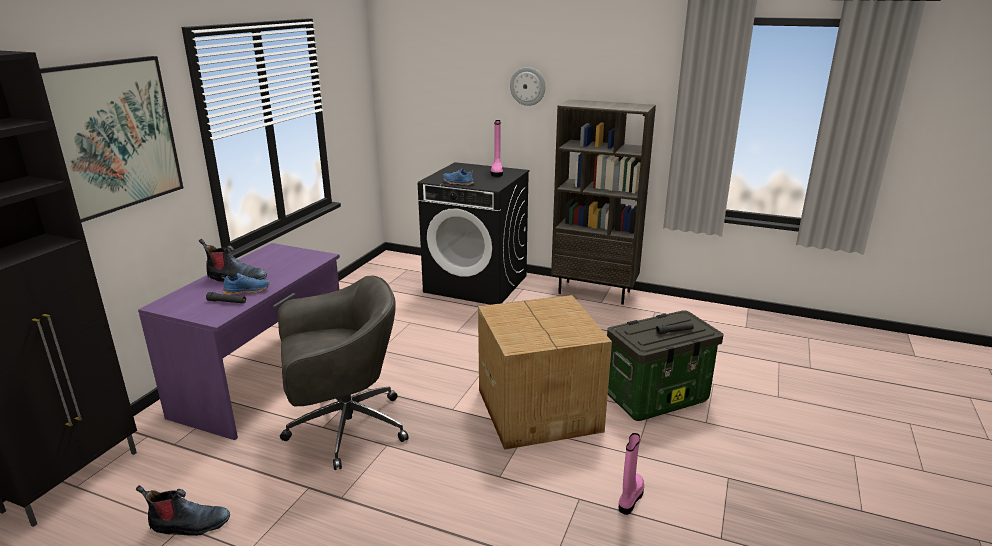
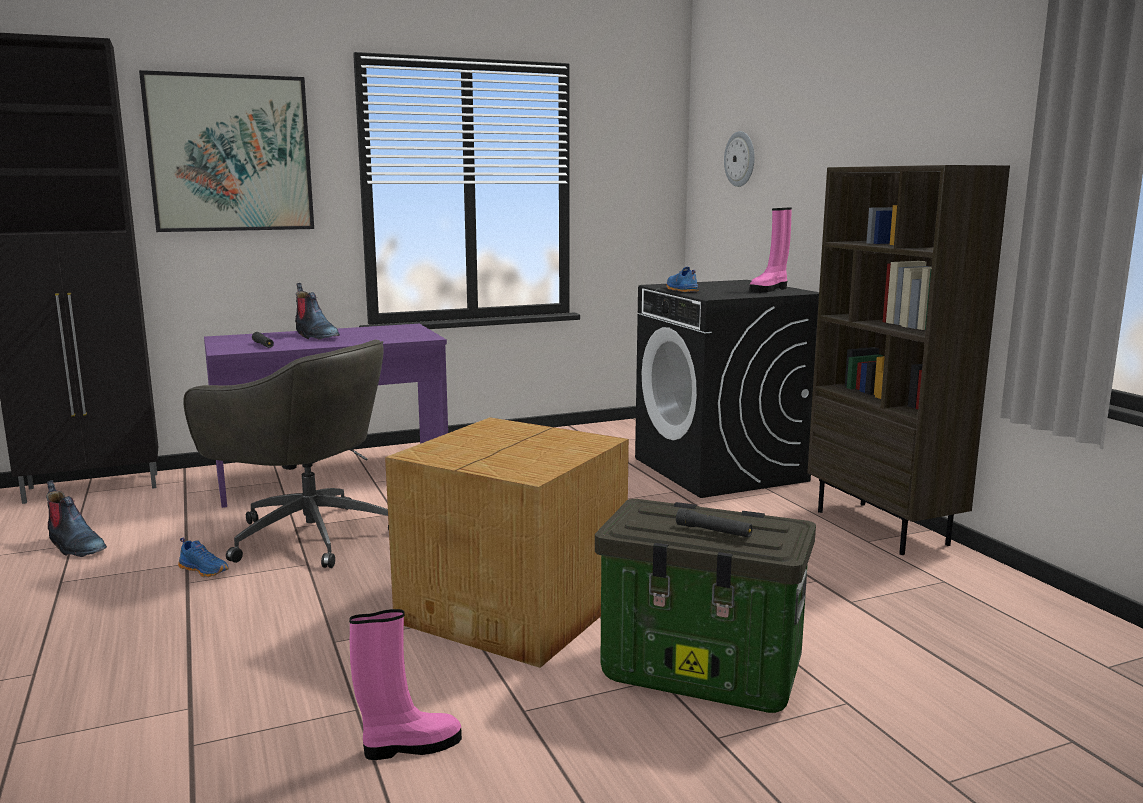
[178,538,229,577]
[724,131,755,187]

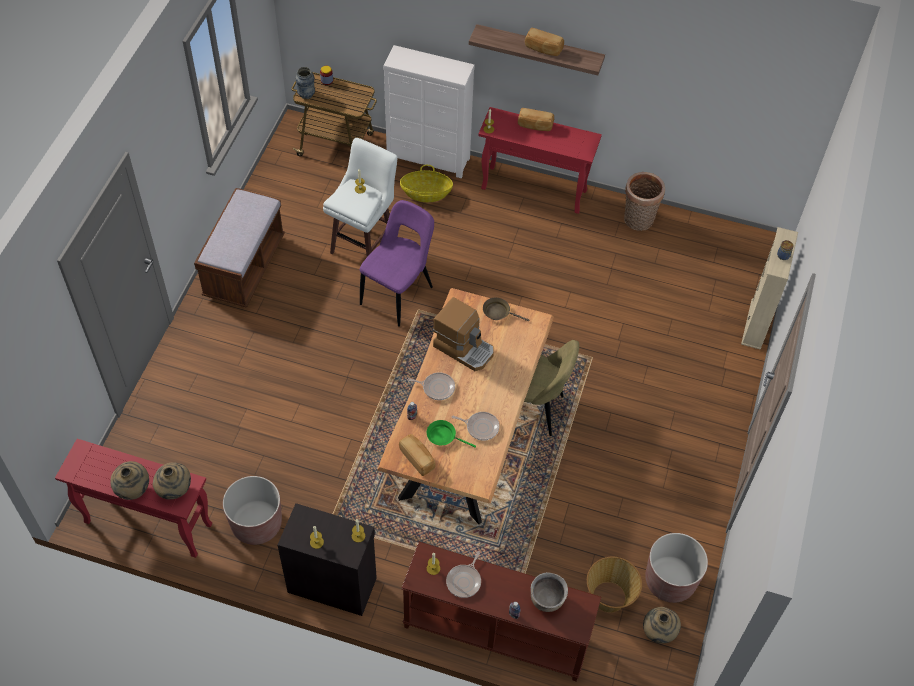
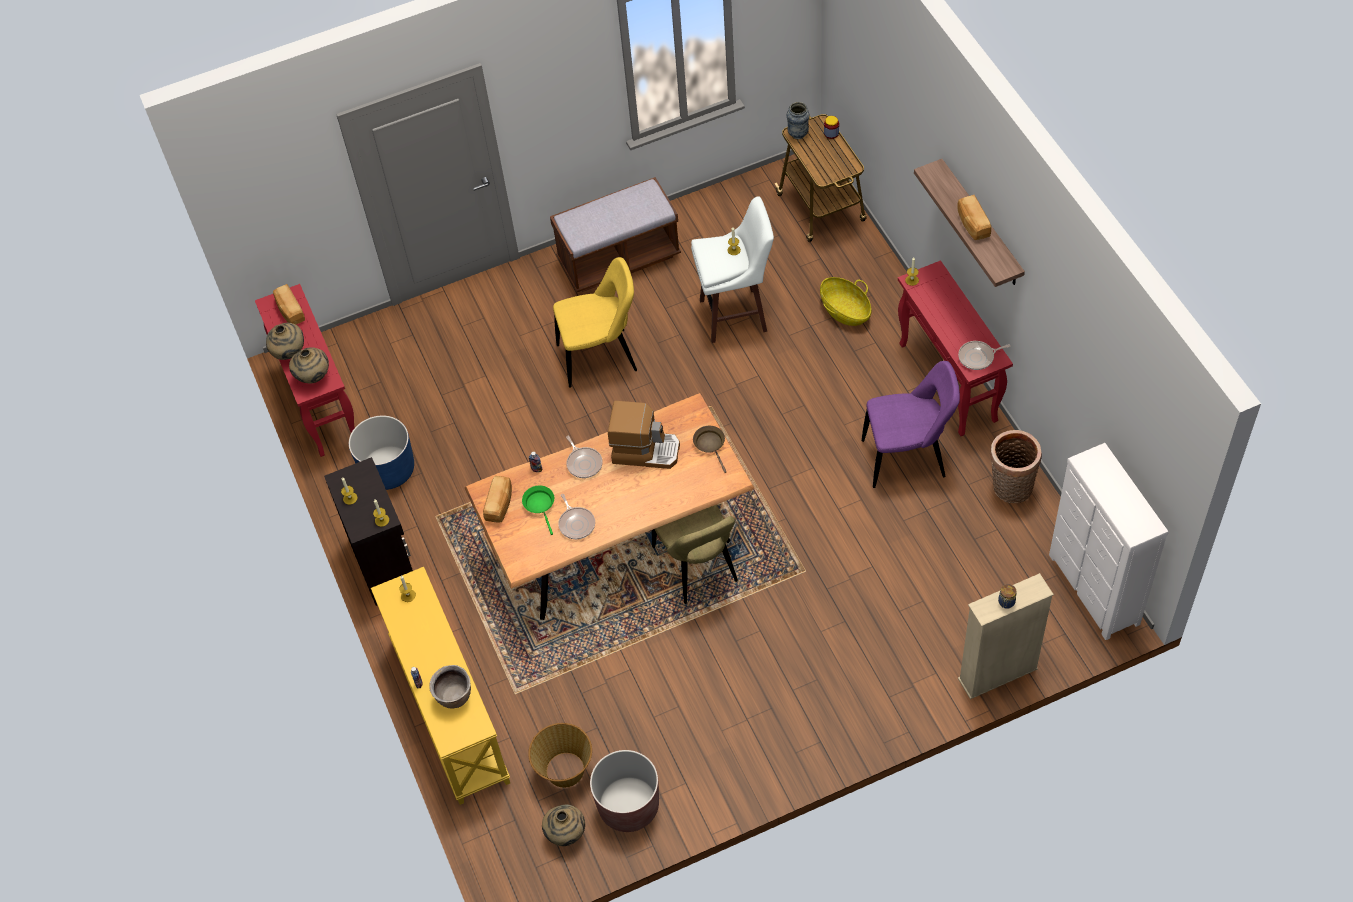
[273,284,305,325]
[349,415,414,490]
[371,567,510,805]
[553,257,637,388]
[608,401,680,469]
[862,361,960,488]
[958,341,1010,370]
[1049,443,1169,640]

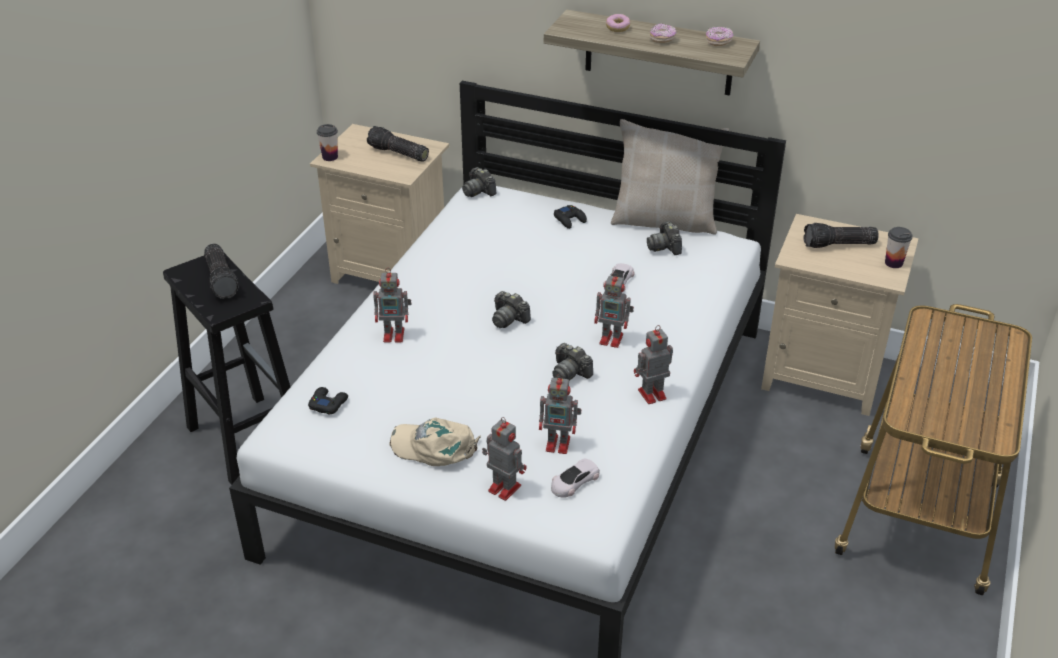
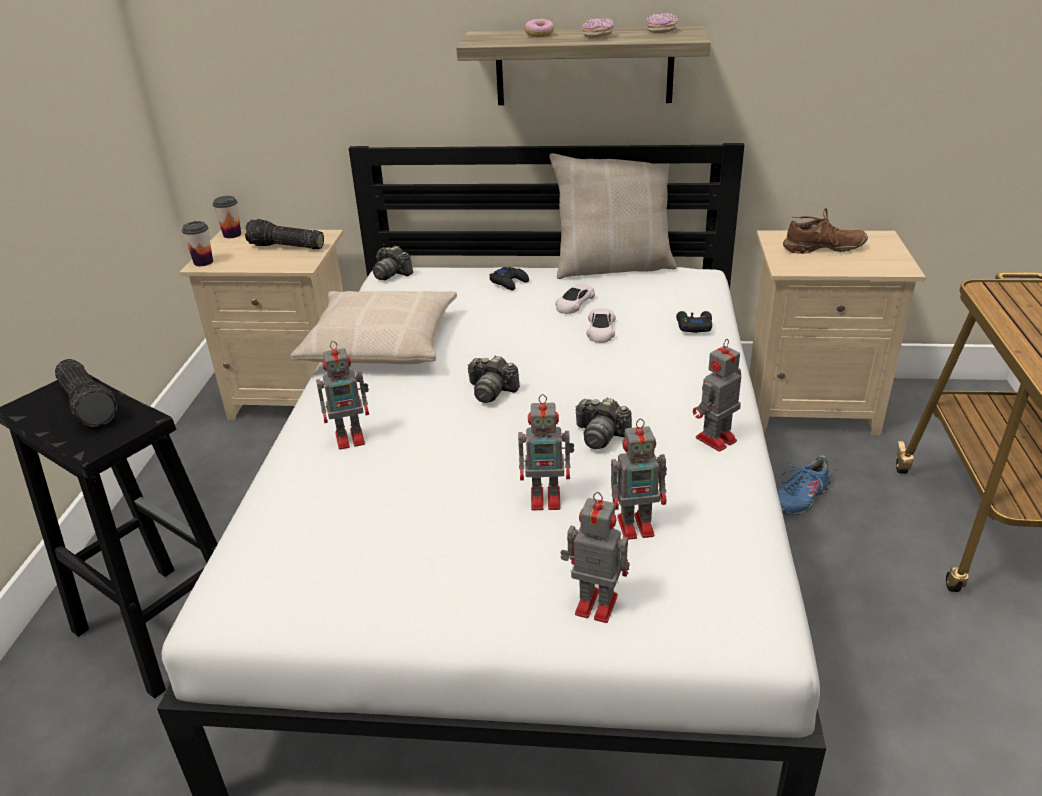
[213,196,241,238]
[291,291,457,364]
[518,394,574,510]
[555,284,595,314]
[676,311,712,333]
[777,455,834,515]
[783,208,868,254]
[389,418,481,466] (first image)
[647,221,682,255] (first image)

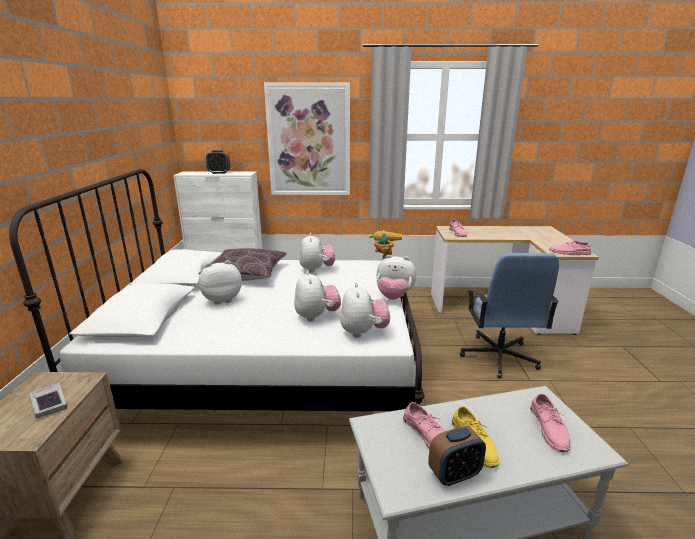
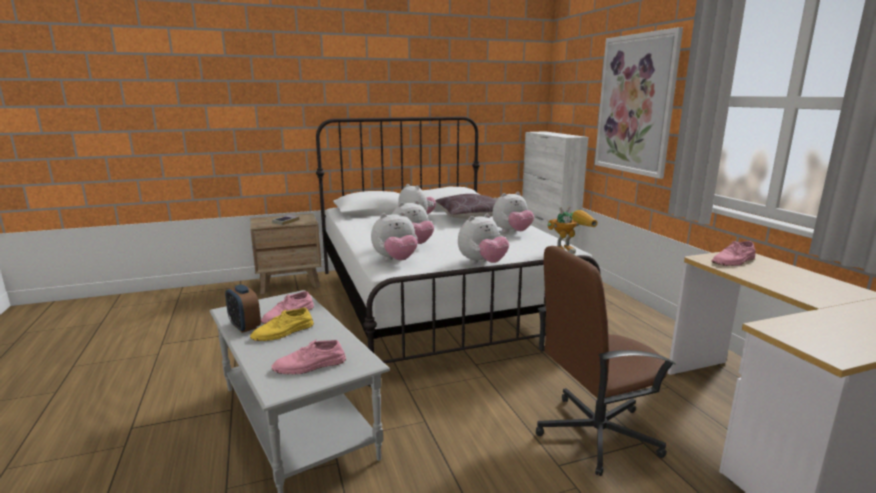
[458,214,509,264]
[536,246,676,476]
[206,150,230,174] (first image)
[549,240,591,255] (first image)

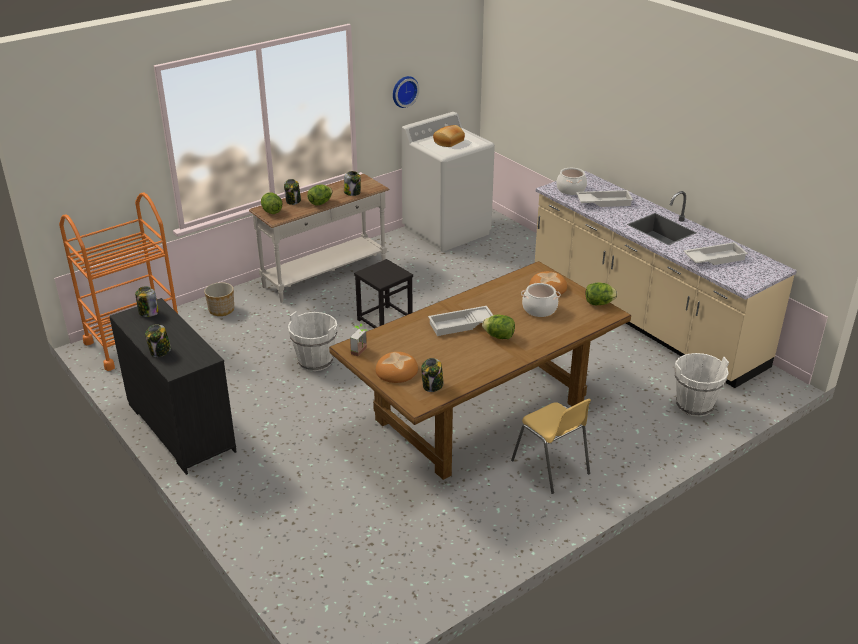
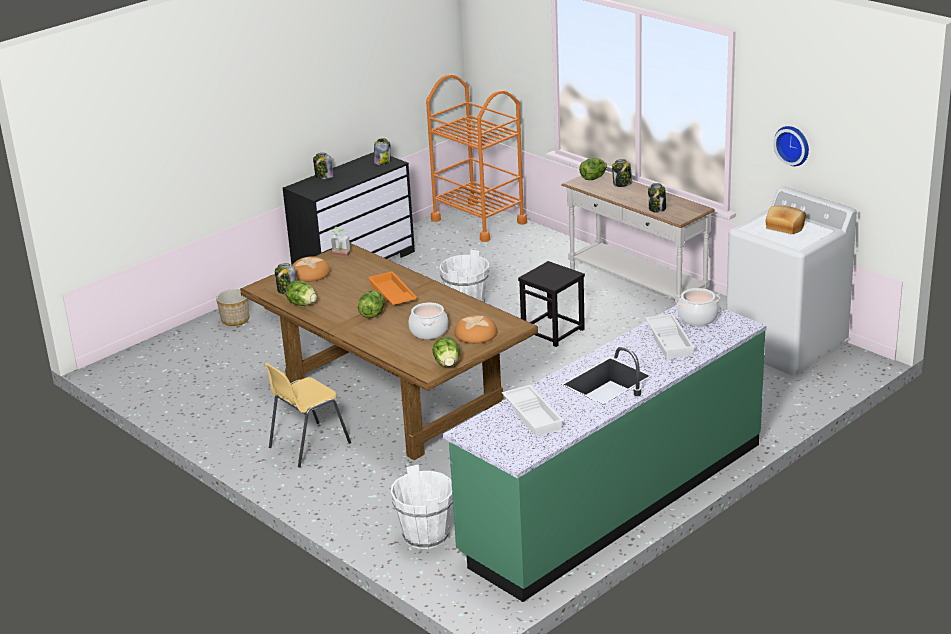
[216,289,250,326]
[286,280,317,306]
[368,271,417,305]
[443,304,767,602]

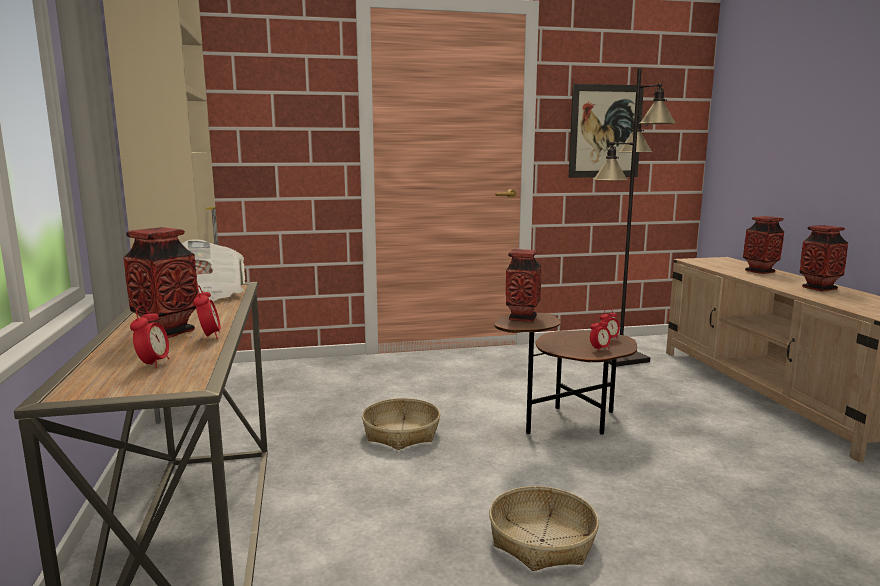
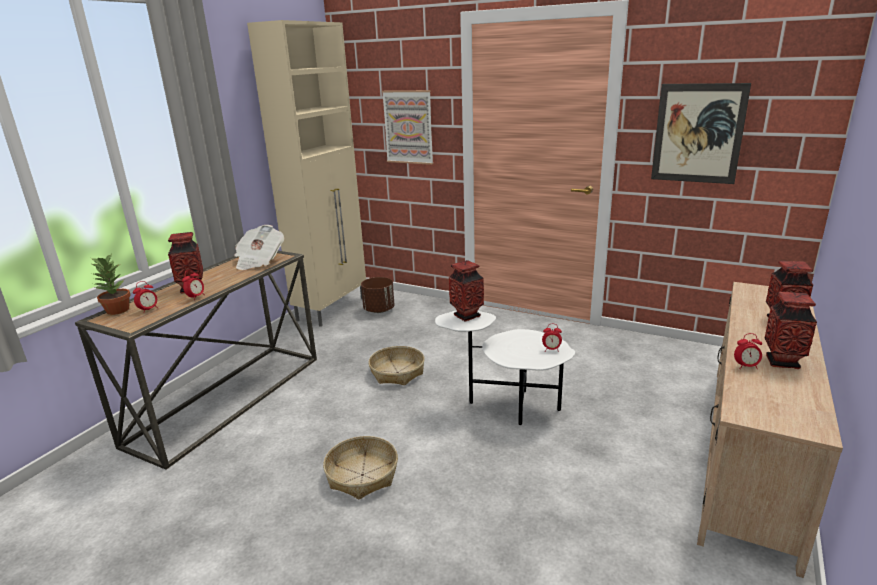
[90,254,131,315]
[361,277,395,313]
[382,90,434,165]
[435,310,575,425]
[734,333,762,369]
[593,68,676,367] (first image)

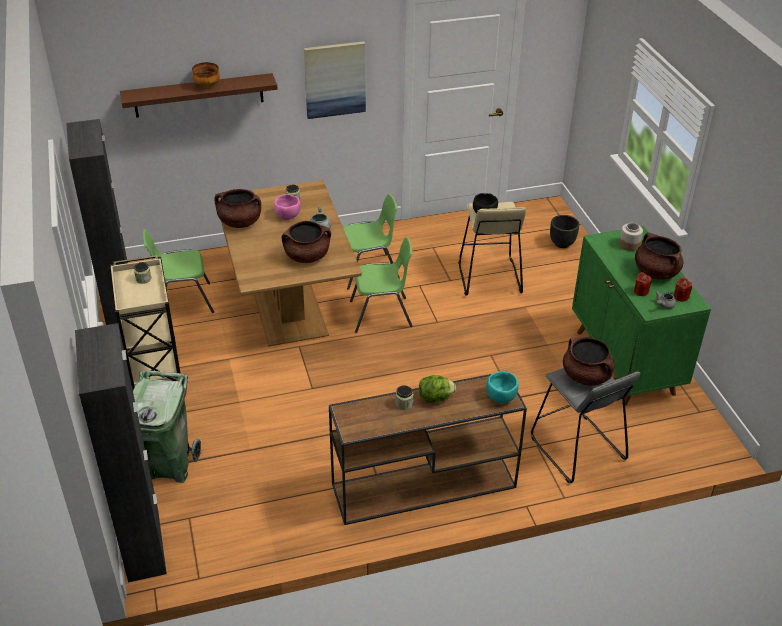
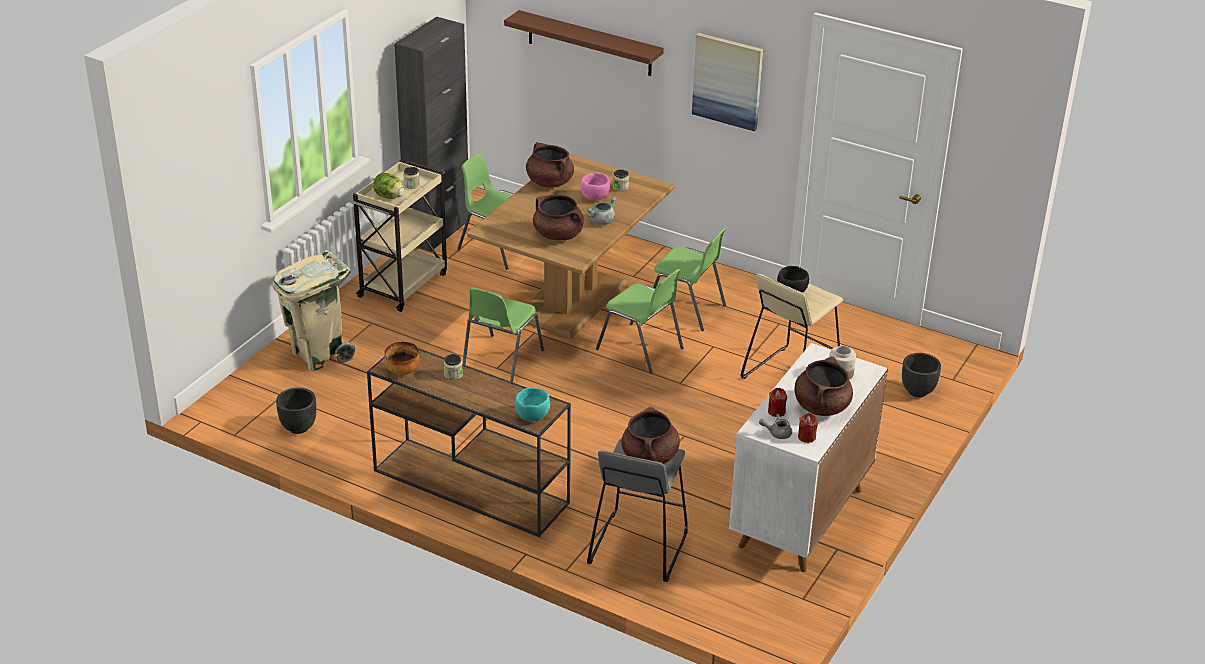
[273,250,355,371]
[276,388,316,434]
[373,172,404,199]
[384,342,420,375]
[463,287,544,382]
[729,343,888,572]
[75,323,167,582] (first image)

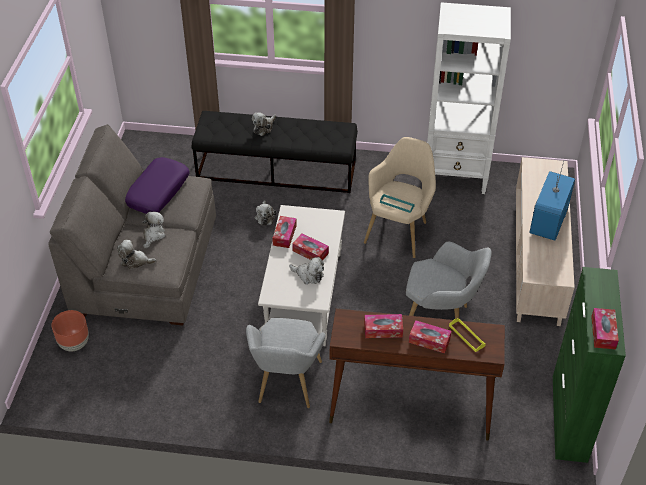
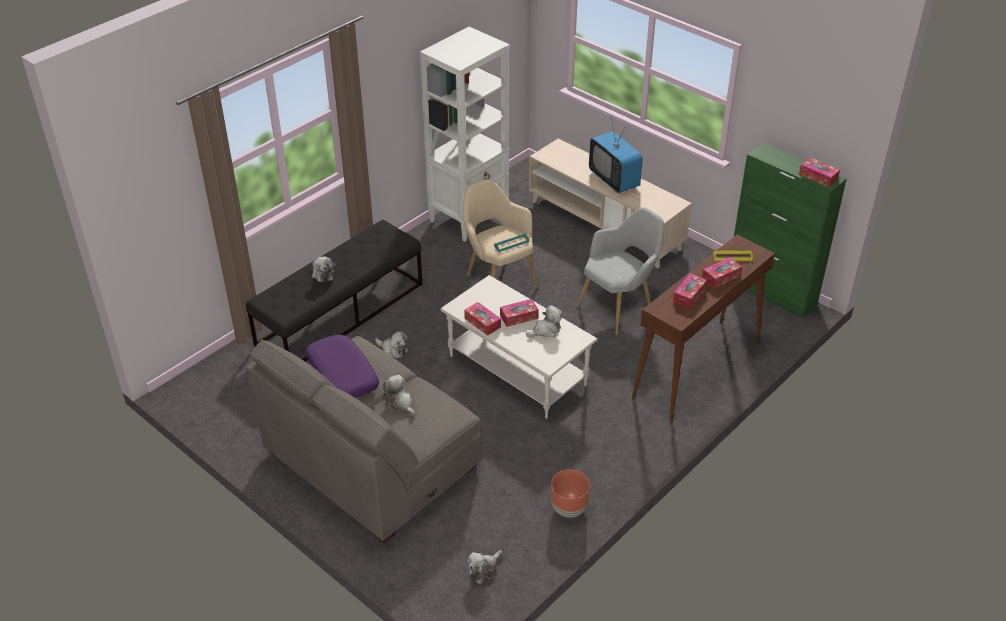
[468,550,502,584]
[551,469,590,518]
[246,318,325,408] (first image)

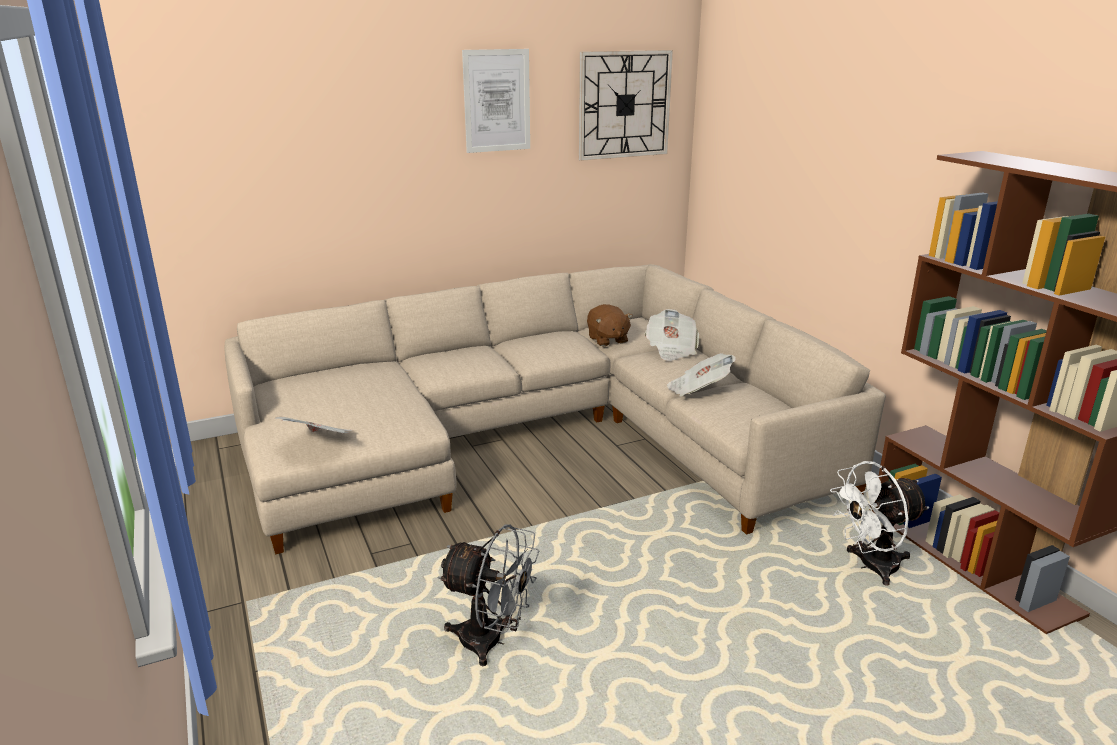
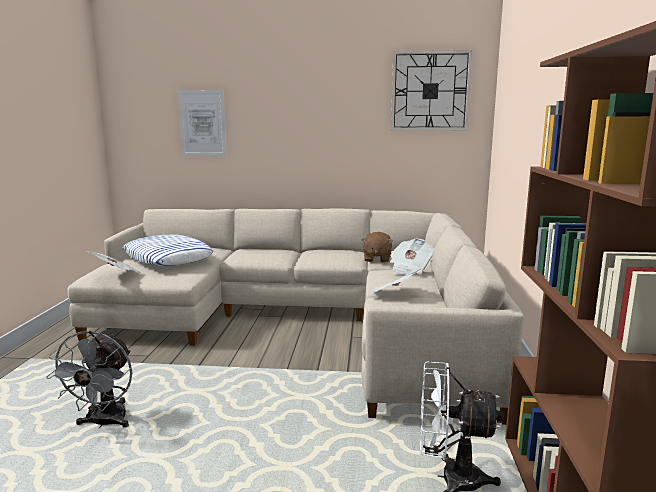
[46,331,133,429]
[123,234,213,267]
[178,90,227,156]

